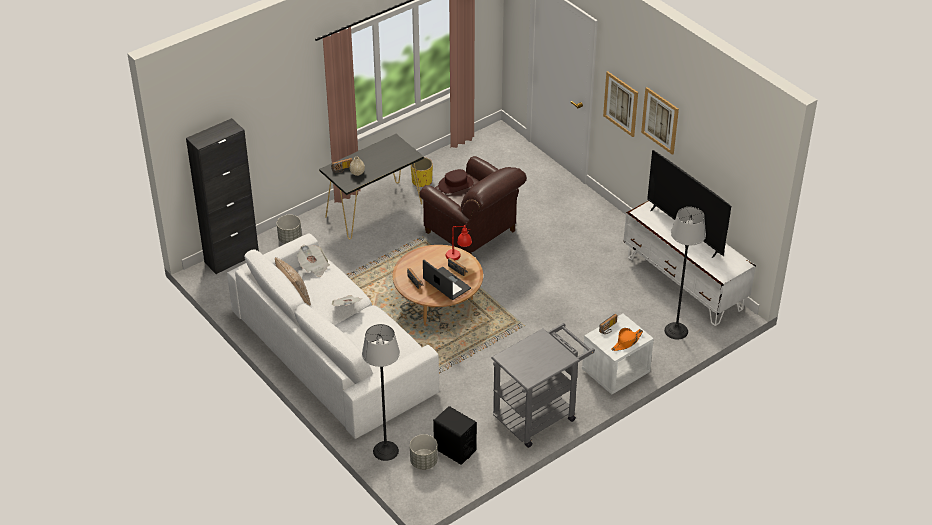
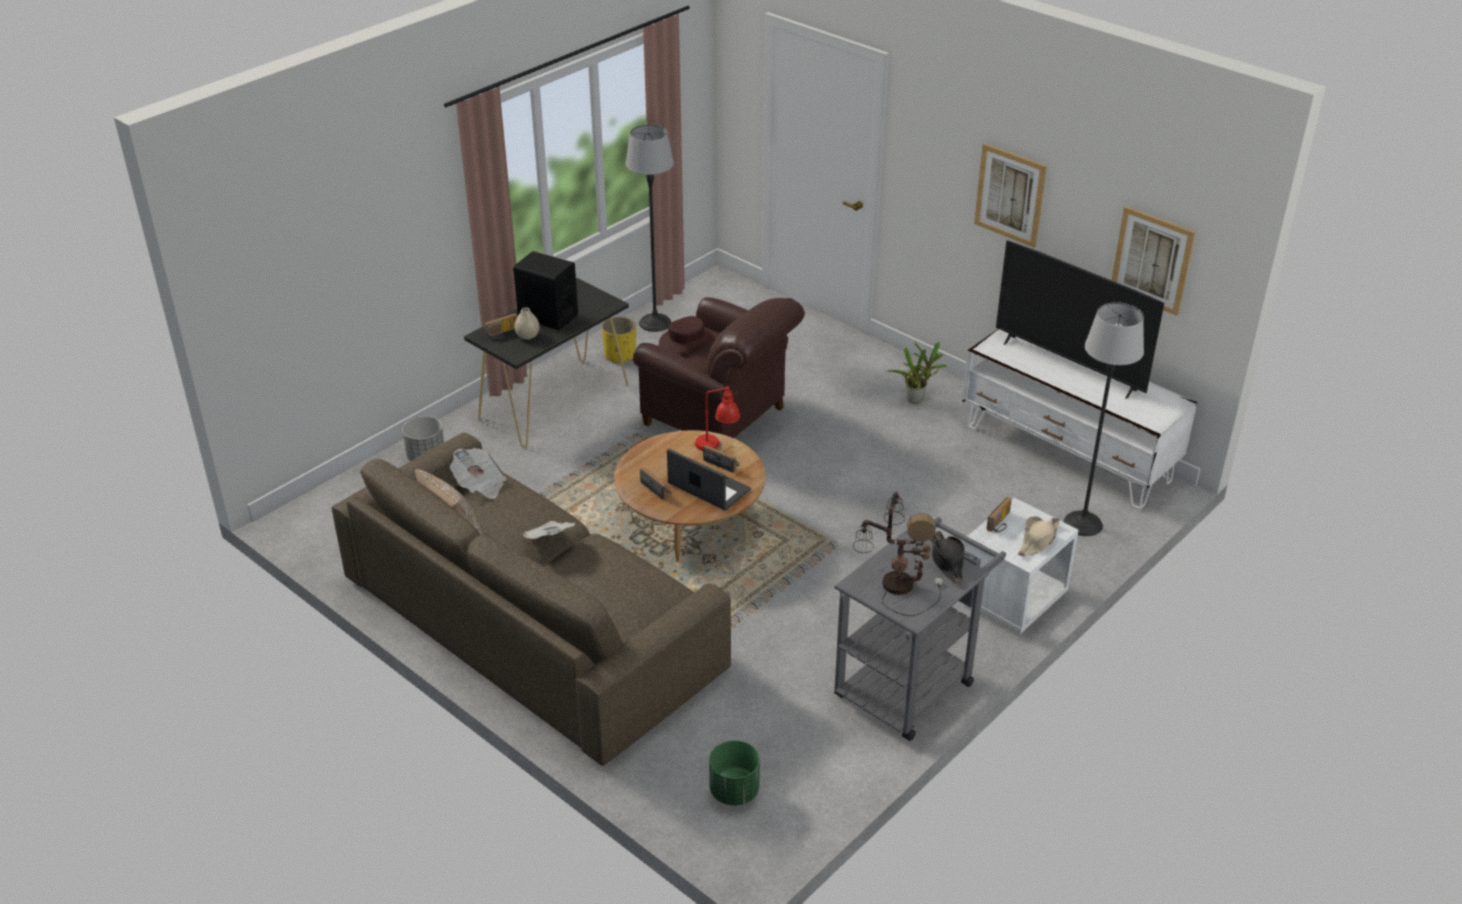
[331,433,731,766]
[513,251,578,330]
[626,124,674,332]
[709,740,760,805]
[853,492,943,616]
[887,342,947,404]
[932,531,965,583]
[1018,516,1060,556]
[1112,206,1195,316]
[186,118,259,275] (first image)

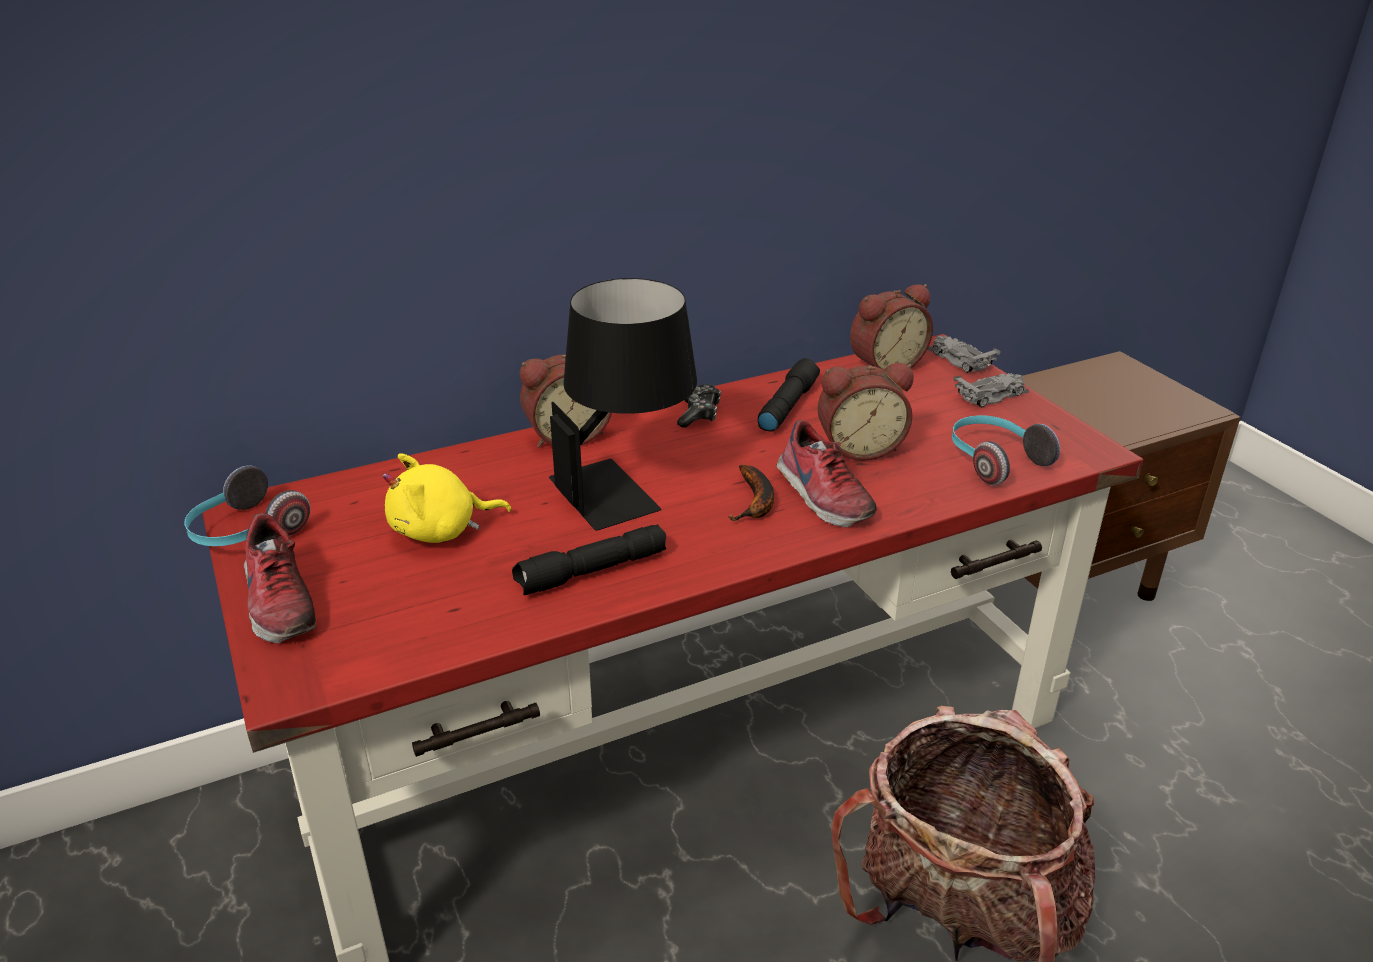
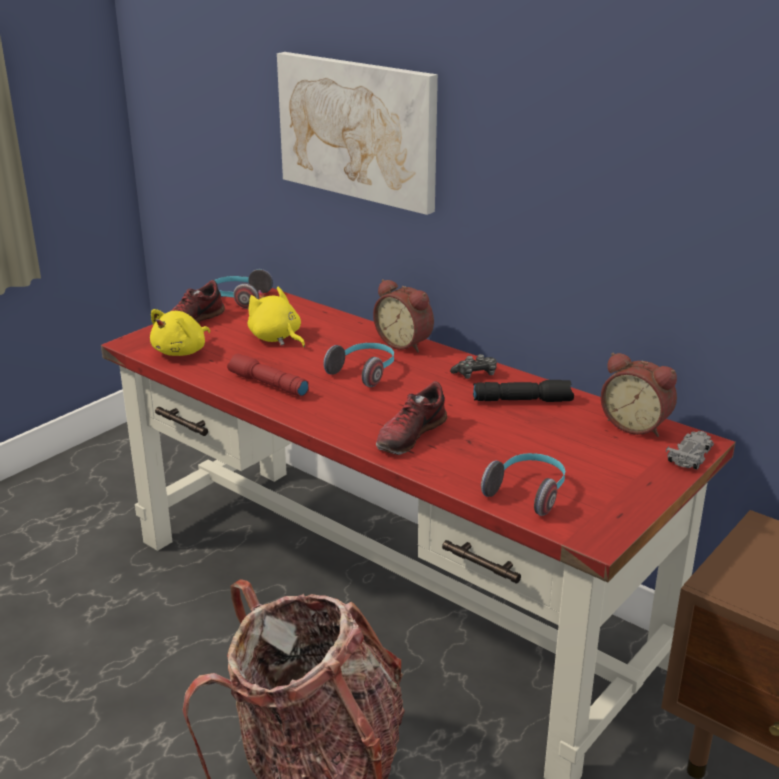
[150,309,210,356]
[227,353,309,397]
[277,52,438,215]
[323,343,394,387]
[728,465,774,521] (first image)
[817,363,914,461] (first image)
[953,373,1029,408] (first image)

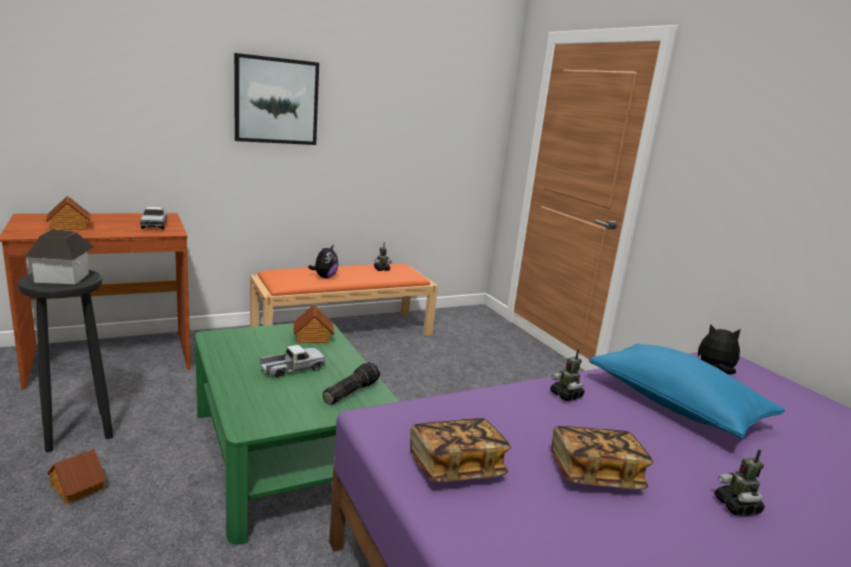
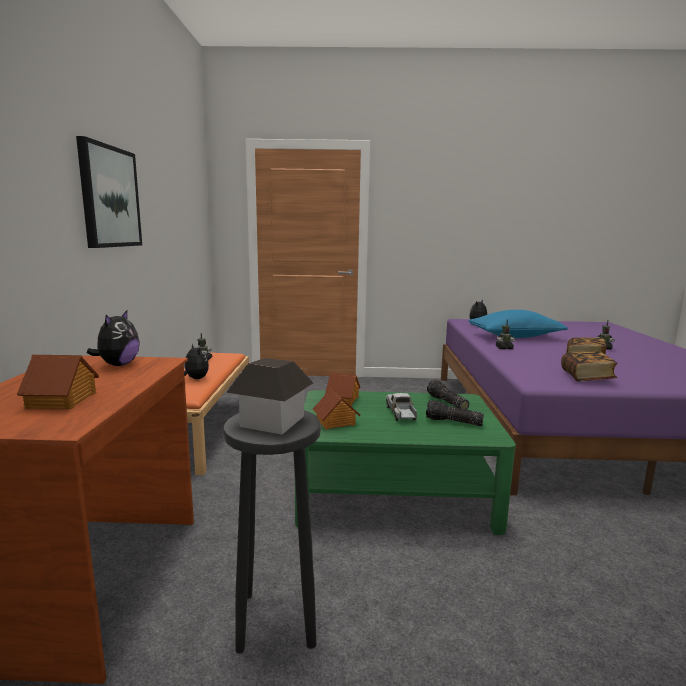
[87,310,140,366]
[313,389,360,430]
[426,400,484,426]

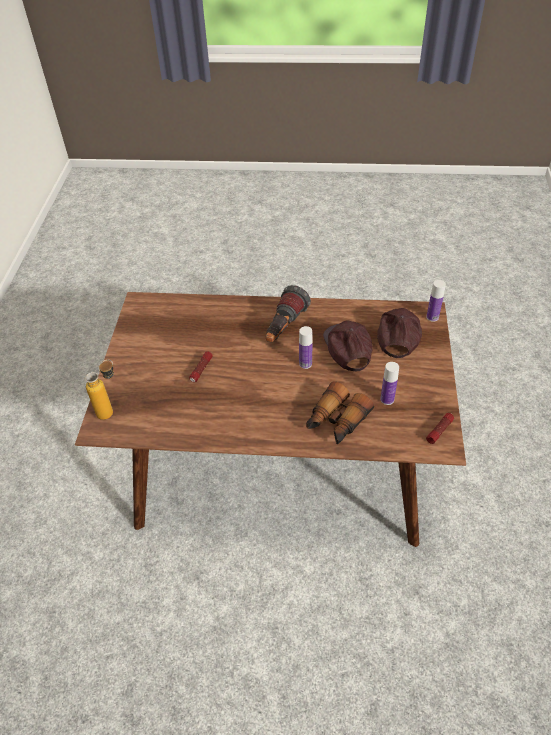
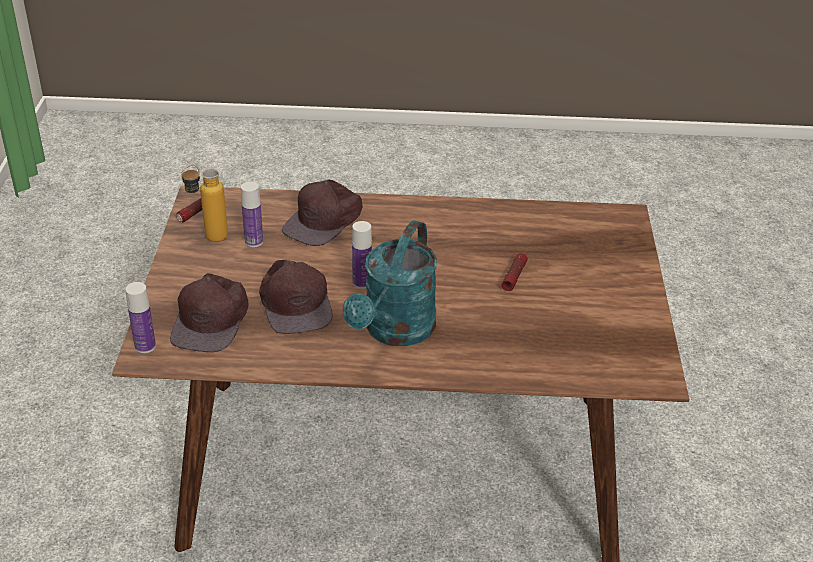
[181,165,228,242]
[282,179,363,246]
[343,220,437,346]

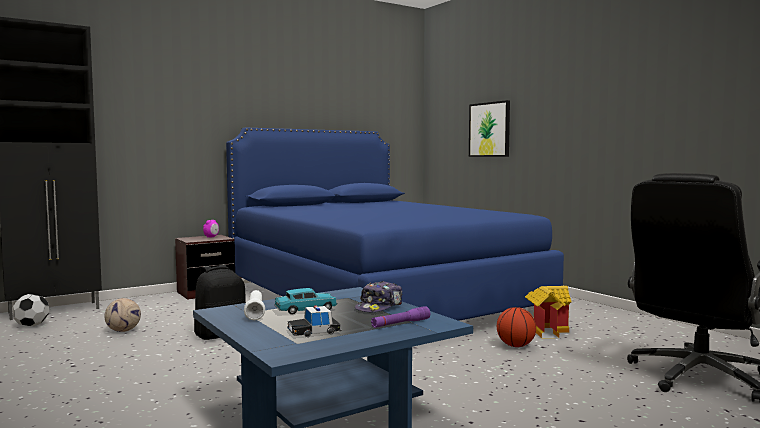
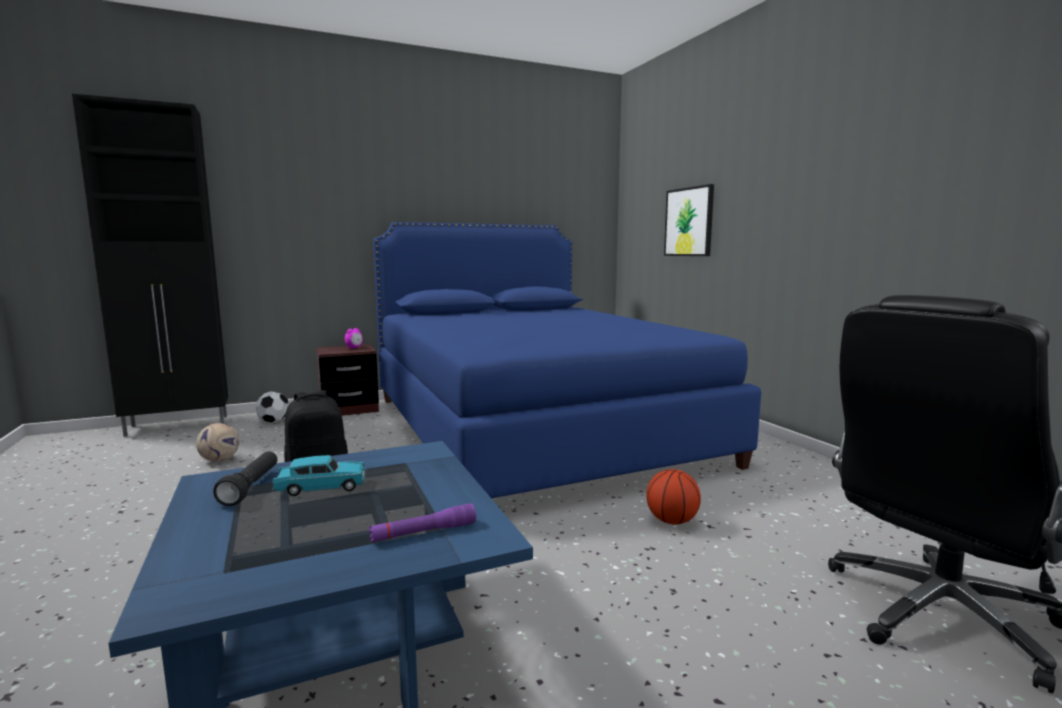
[213,451,277,506]
[256,391,289,423]
[287,305,342,337] (first image)
[355,281,403,312] (first image)
[525,286,572,338] (first image)

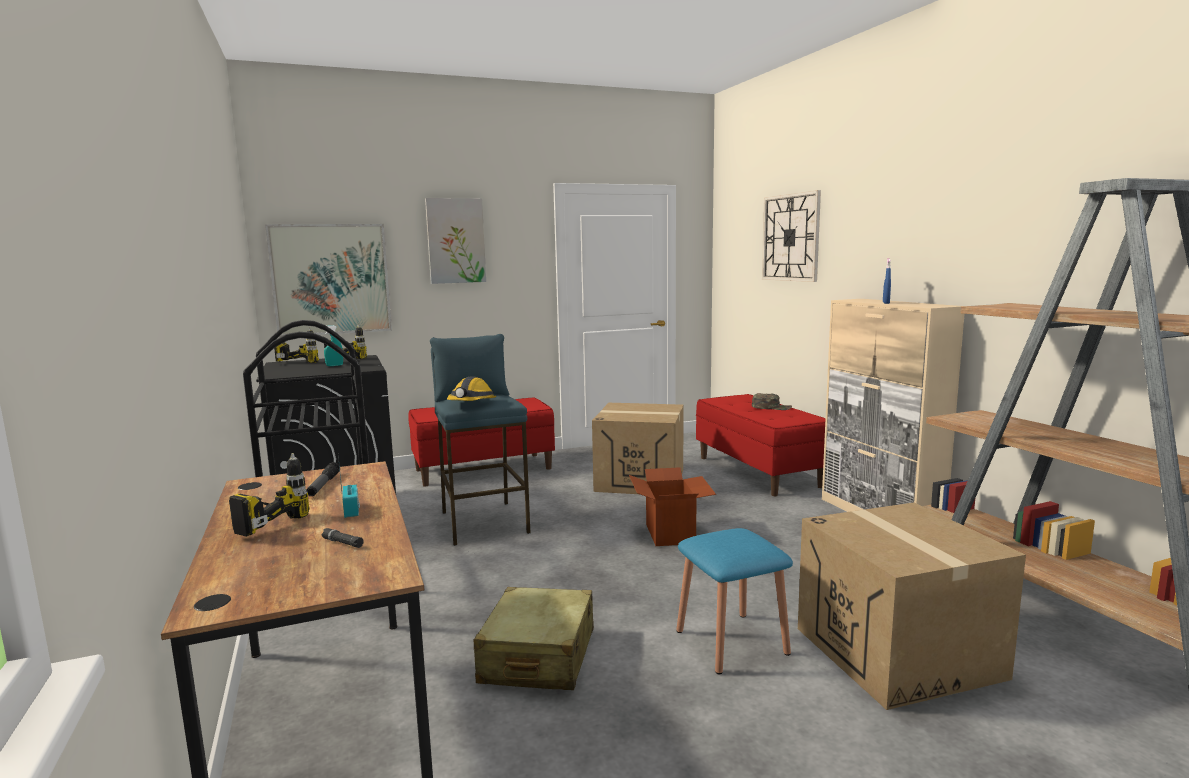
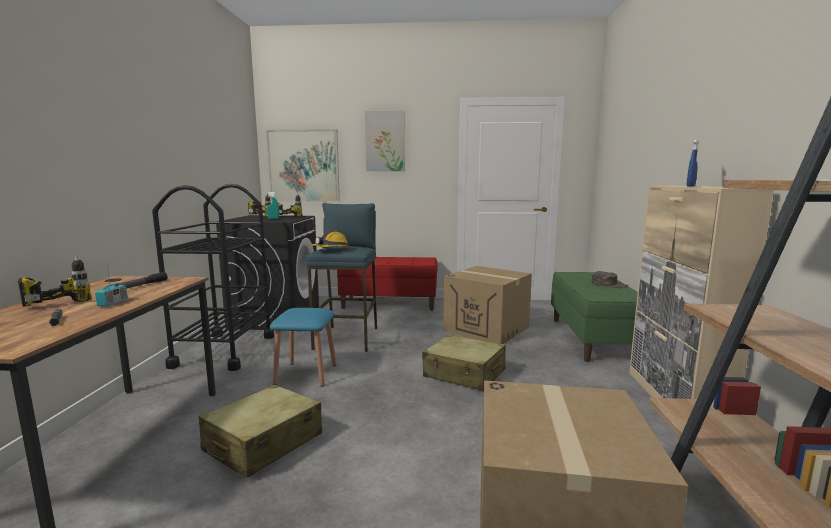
[270,308,337,387]
[422,335,506,391]
[551,272,638,362]
[762,190,821,282] (first image)

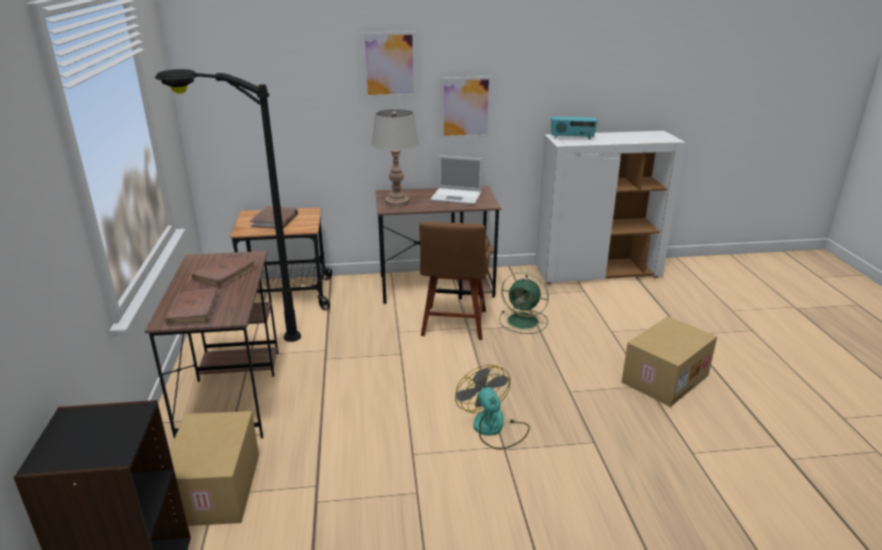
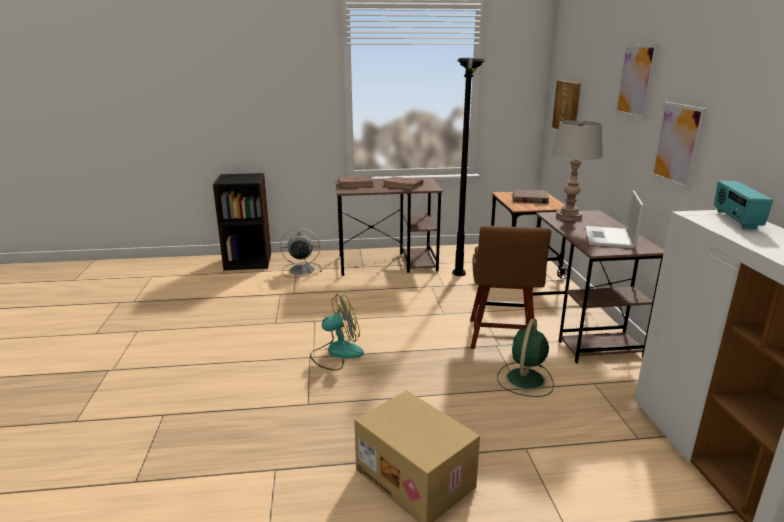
[280,228,322,278]
[470,226,551,349]
[552,80,581,129]

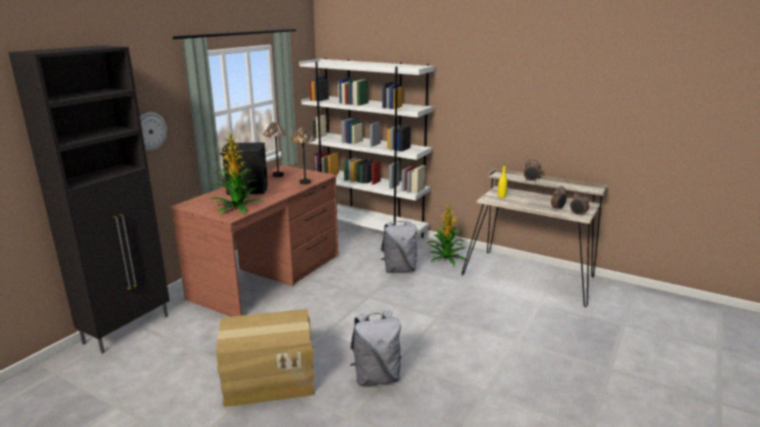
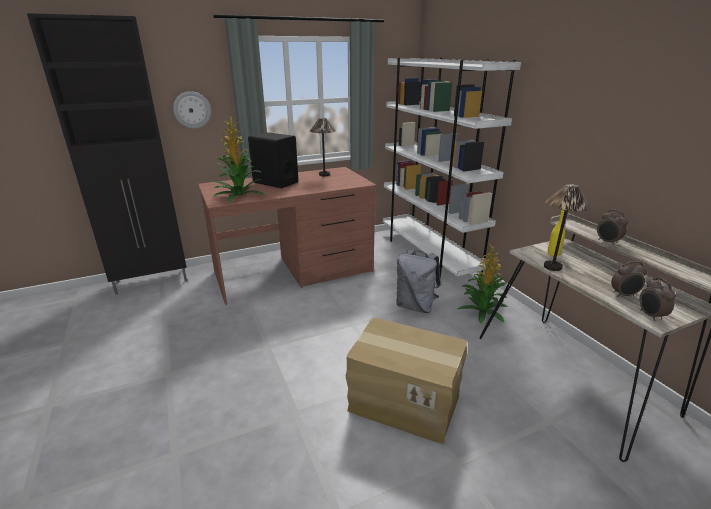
[346,318,467,444]
[544,184,591,271]
[350,310,402,386] (first image)

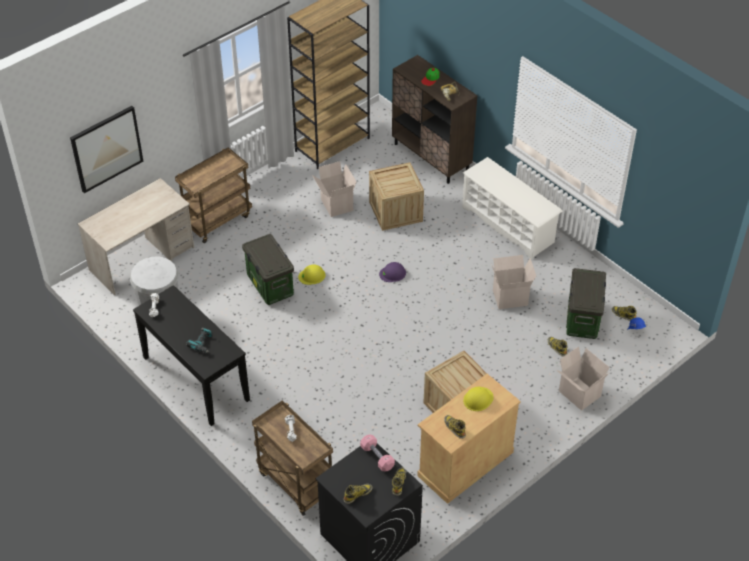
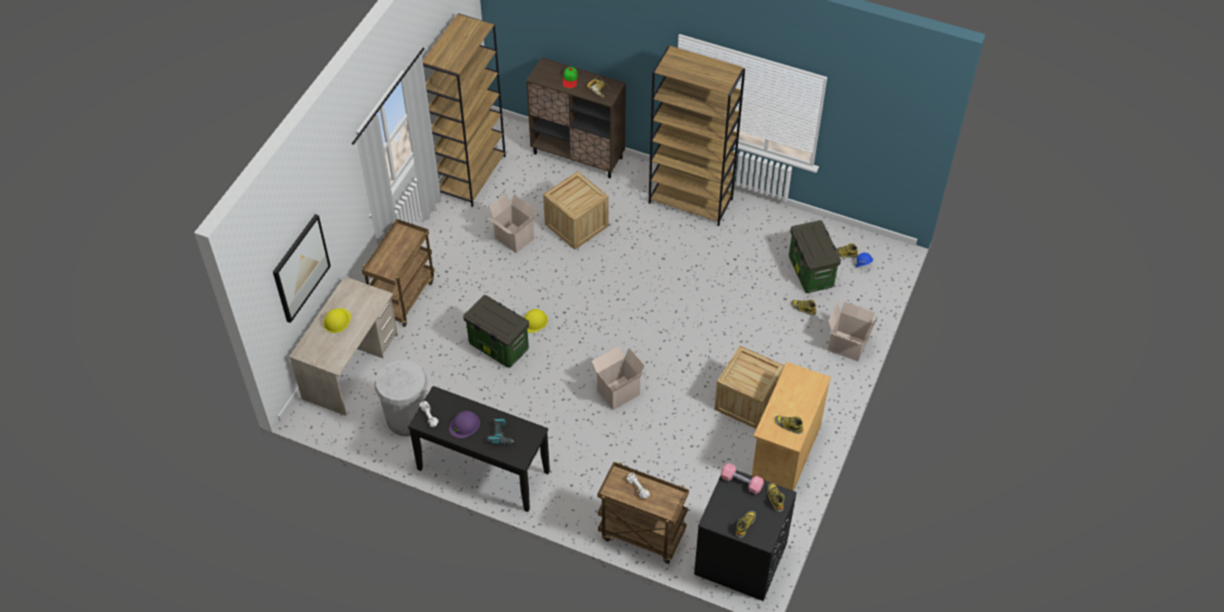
[323,308,351,333]
[449,411,480,438]
[592,346,645,410]
[649,46,745,226]

